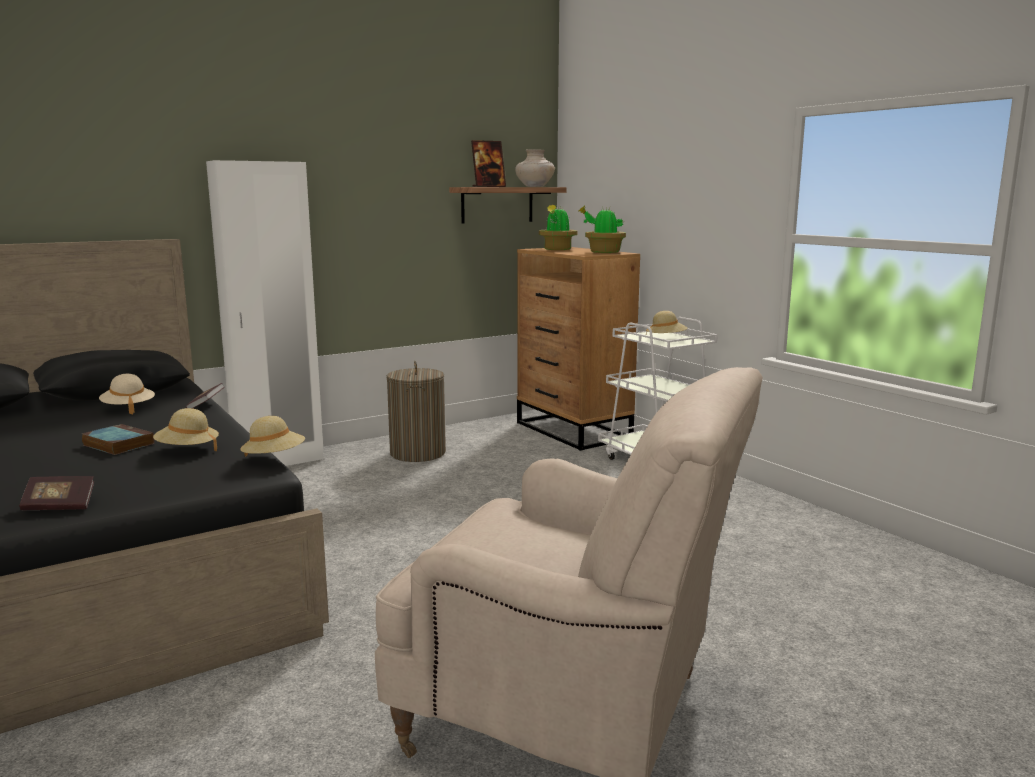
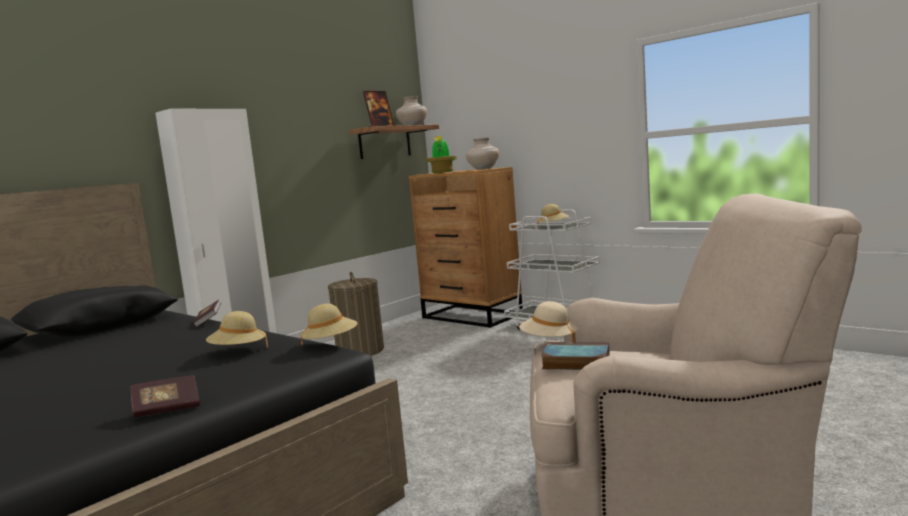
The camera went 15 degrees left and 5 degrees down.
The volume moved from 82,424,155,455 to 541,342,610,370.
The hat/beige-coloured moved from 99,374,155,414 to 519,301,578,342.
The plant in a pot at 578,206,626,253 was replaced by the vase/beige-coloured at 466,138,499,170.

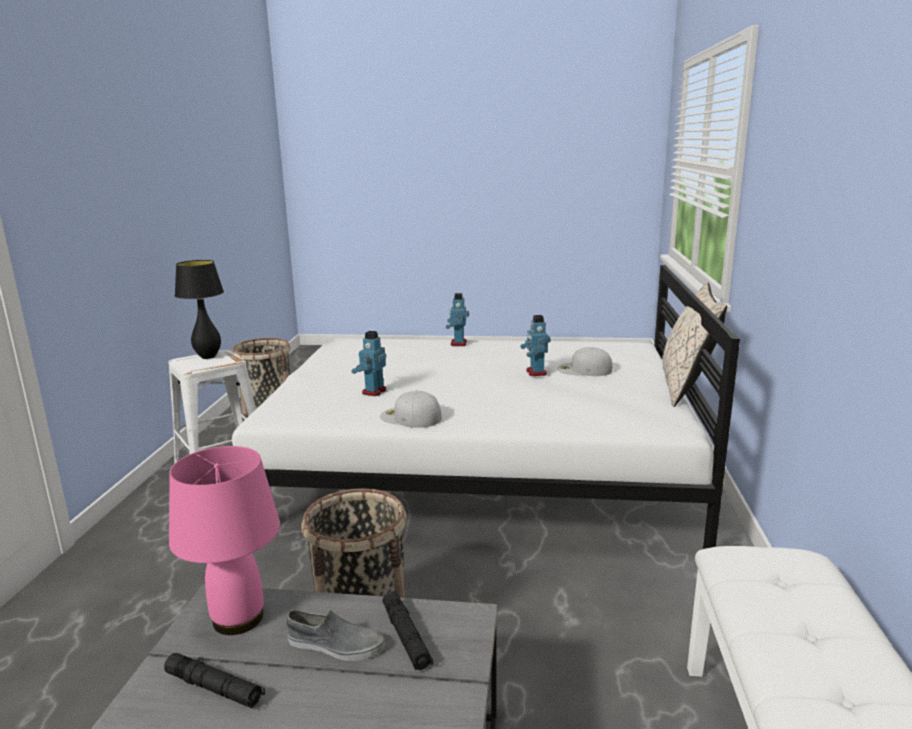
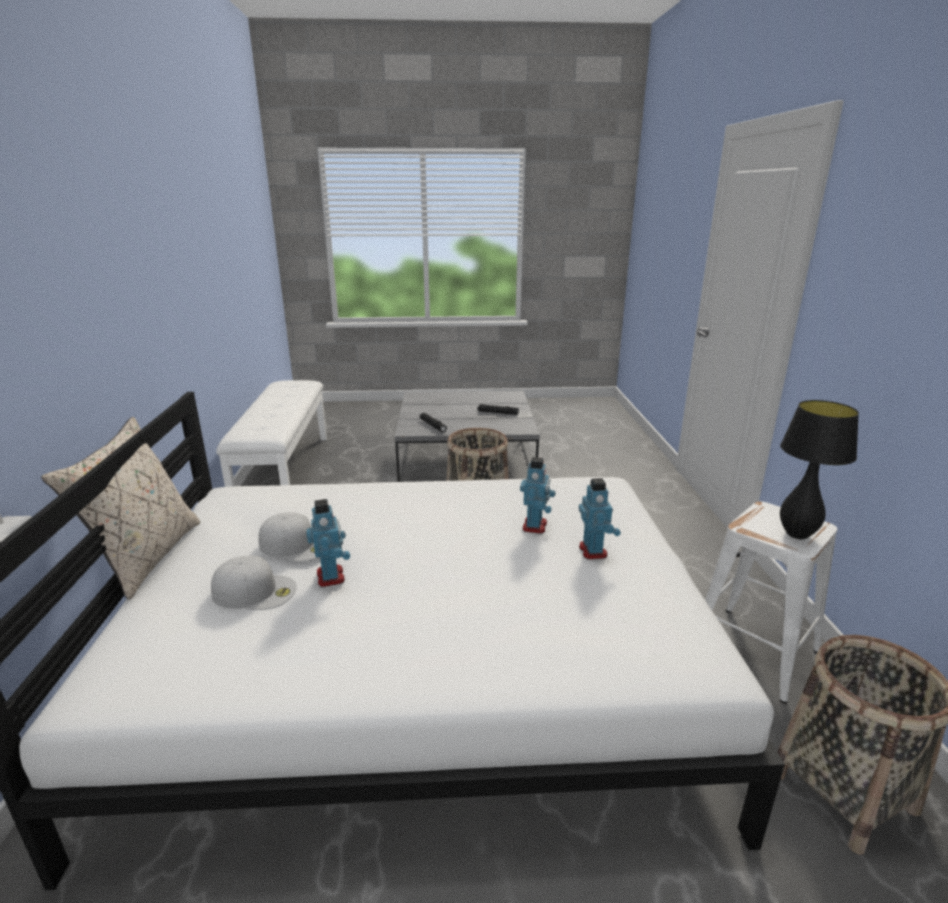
The camera went 170 degrees right and 5 degrees up.
The table lamp/pinkish at 169,446,280,635 disappeared.
The low shoe/greyish at 286,610,385,661 disappeared.
The peaked cap/white moved from 380,391,442,428 to 258,512,316,562.
The toy robot moved from 446,293,469,346 to 579,478,621,559.

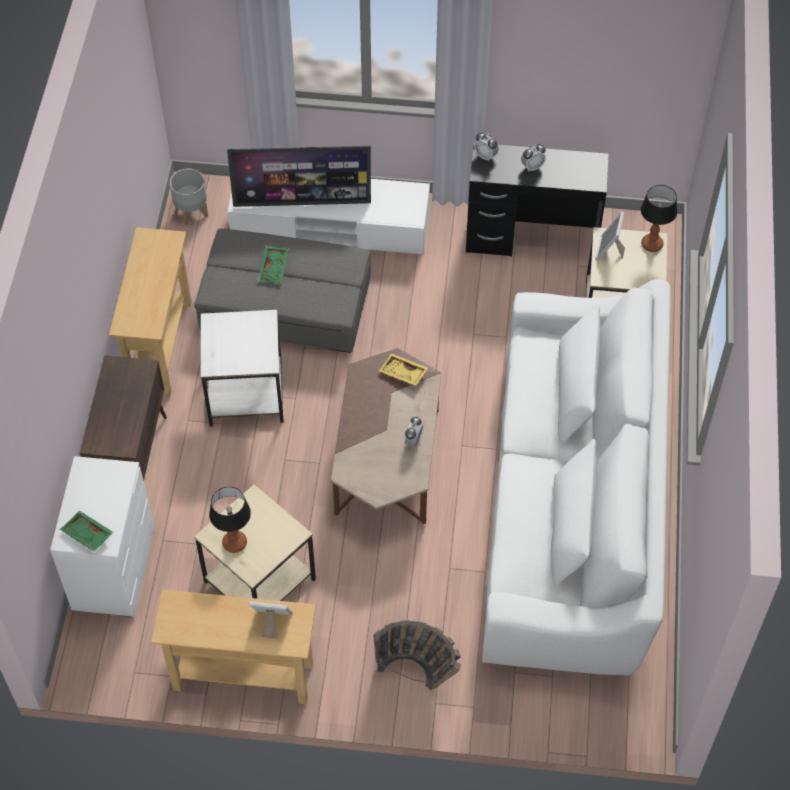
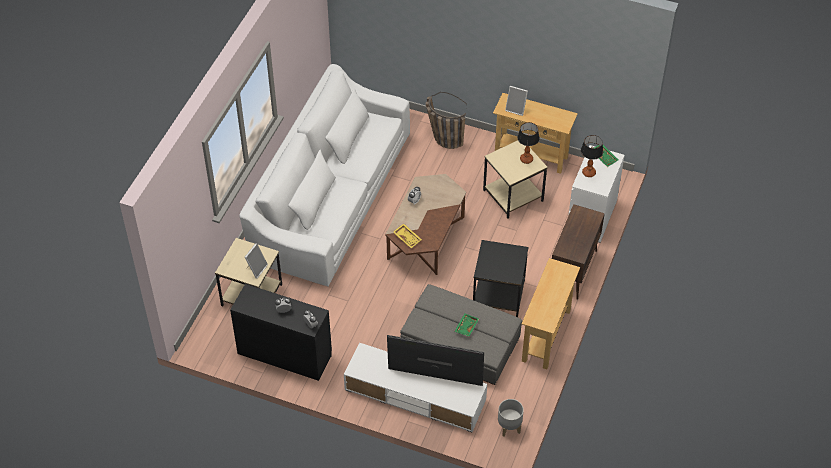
The camera went 165 degrees left and 5 degrees down.
The side table/white at 201,310,284,427 became the side table/blackish at 473,240,528,317.
The table lamp moved from 641,185,677,252 to 581,135,603,177.

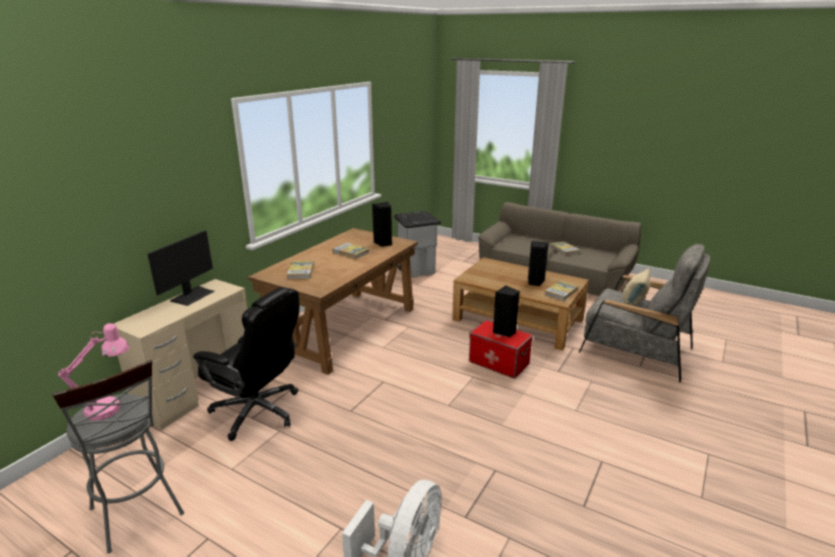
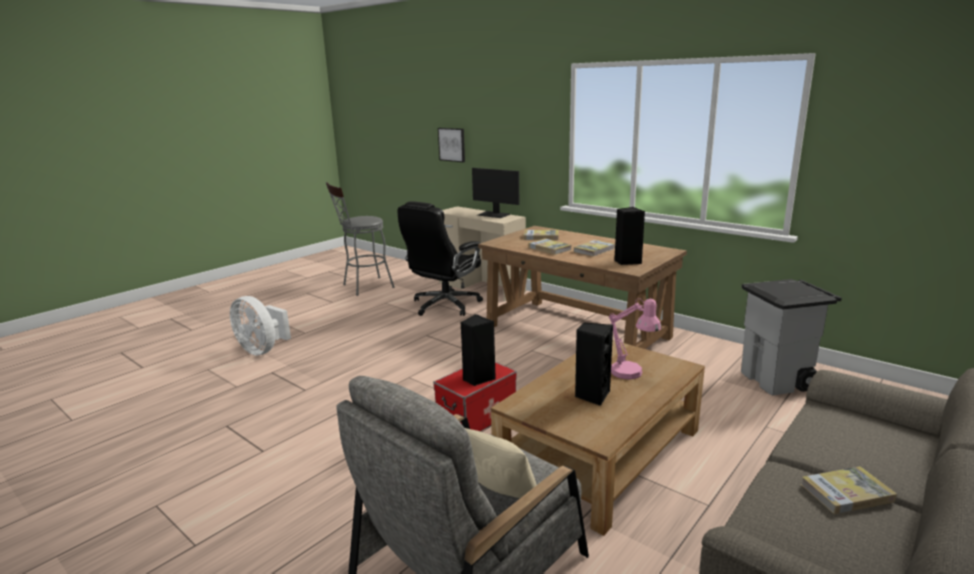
The camera went 100 degrees right and 5 degrees down.
The table lamp/pinkish moved from 58,323,129,421 to 609,298,662,380.
The volume moved from 545,281,578,301 to 528,239,571,255.
The picture at 438,128,465,162 appeared.

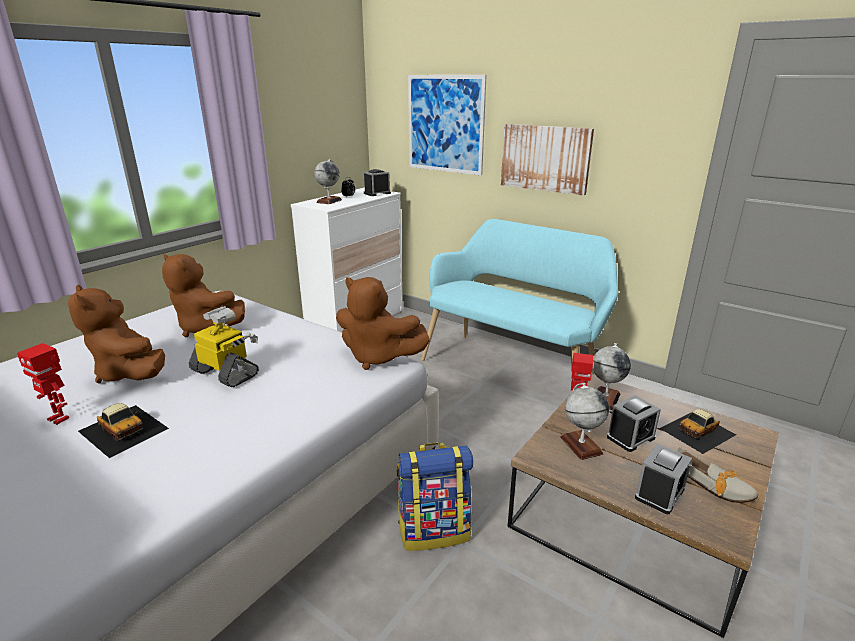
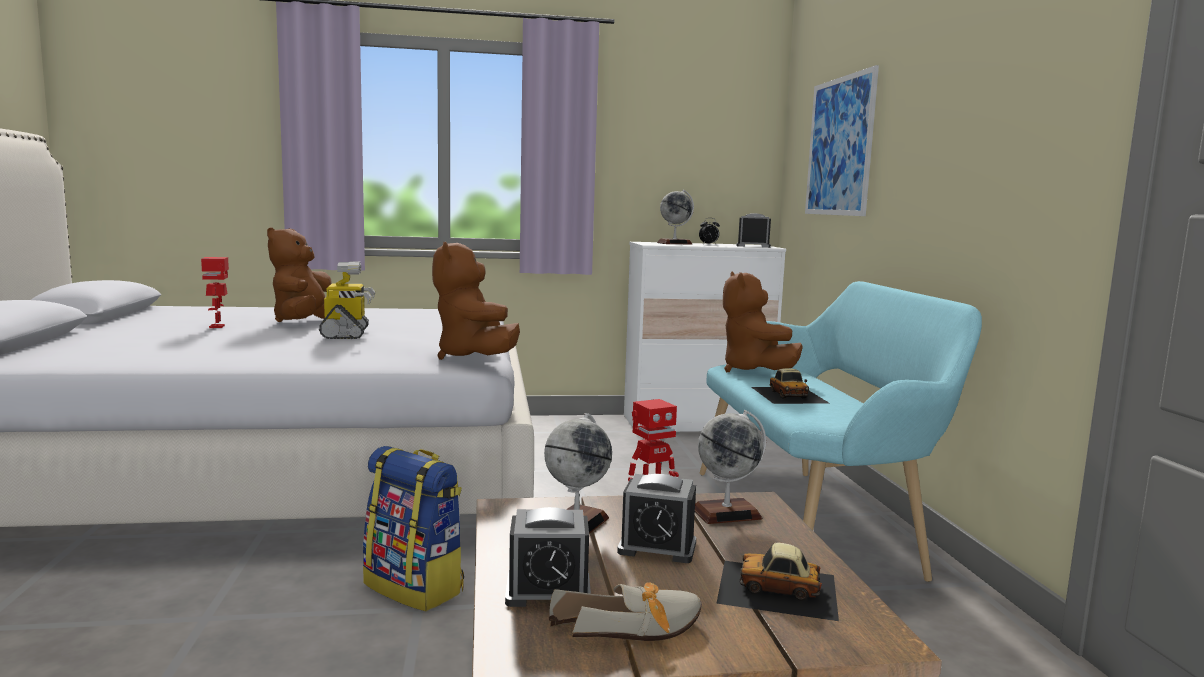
The camera went 45 degrees right and 15 degrees down.
The miniature car moved from 78,403,169,458 to 751,368,830,404.
The soft toy/brownish moved from 162,254,245,337 to 723,271,803,372.
The picture at 501,124,594,196 disappeared.
The low shoe at 677,447,758,503 turned 105 degrees counterclockwise.

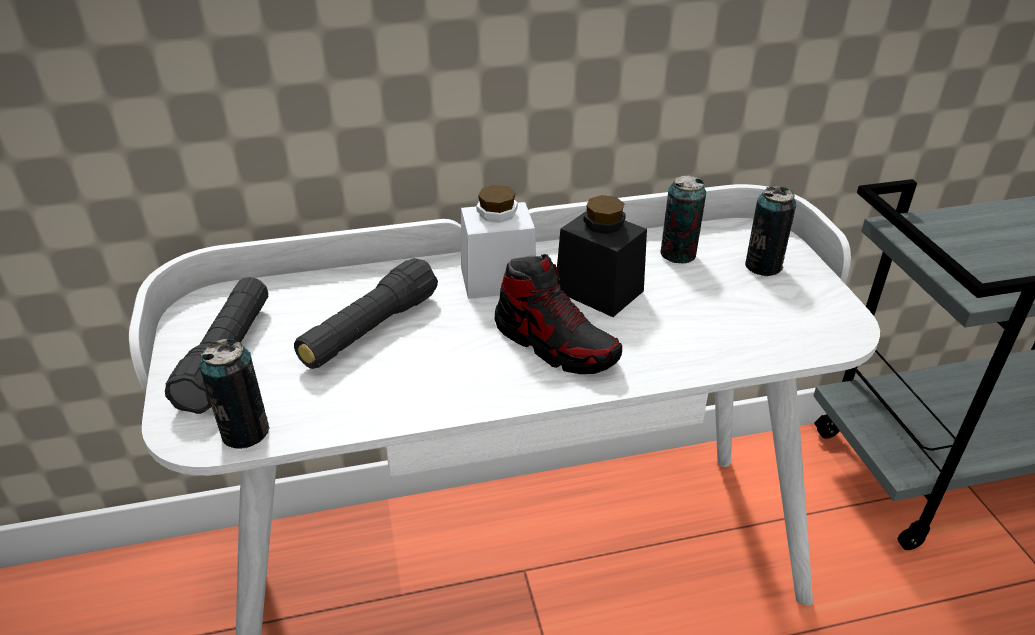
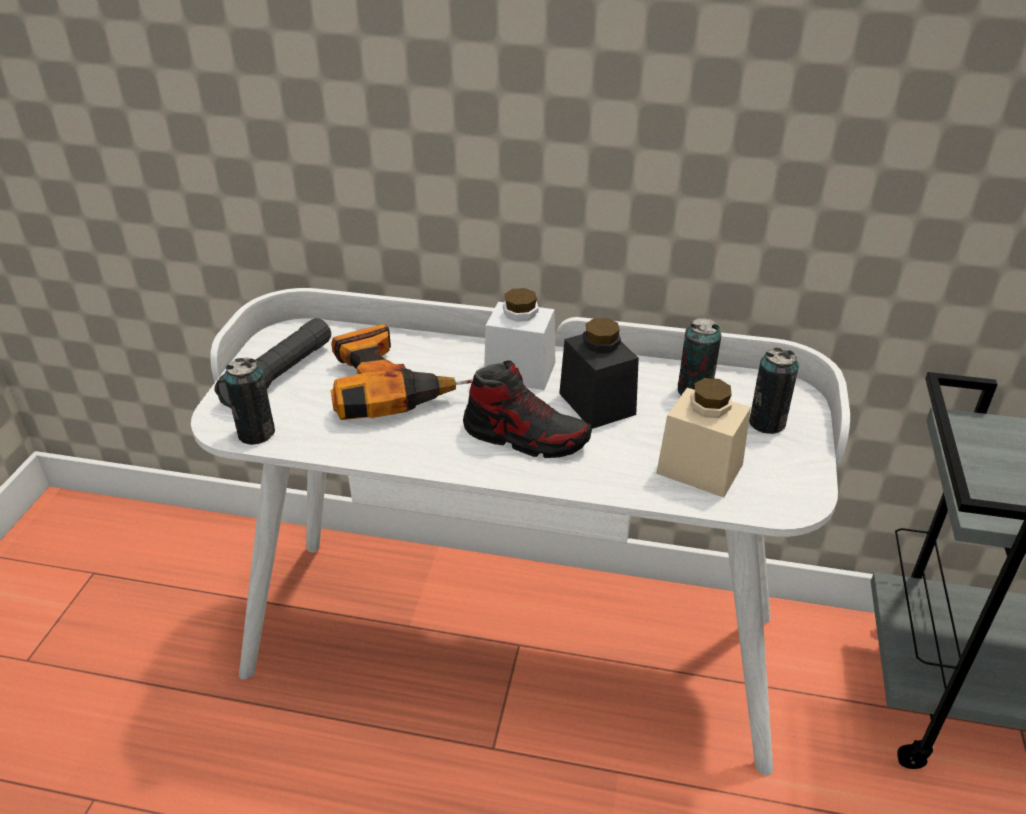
The camera went 25 degrees right and 0 degrees up.
The torch/blackish at 294,258,438,369 was replaced by the power drill at 331,324,473,420.
The low shoe at 495,254,622,374 turned 45 degrees counterclockwise.
The jar/beige-coloured at 656,378,751,497 appeared.

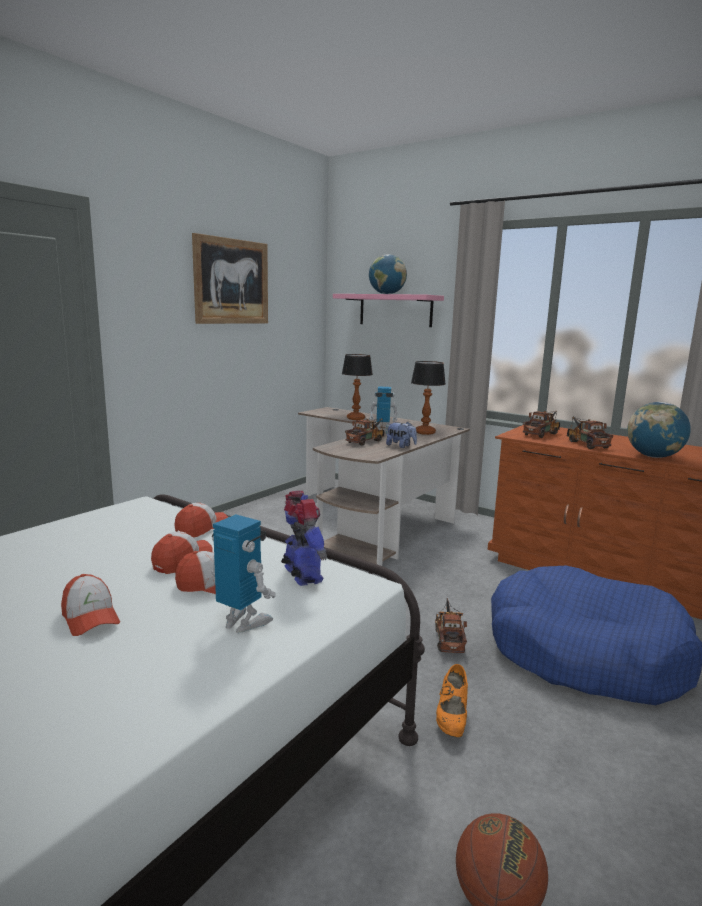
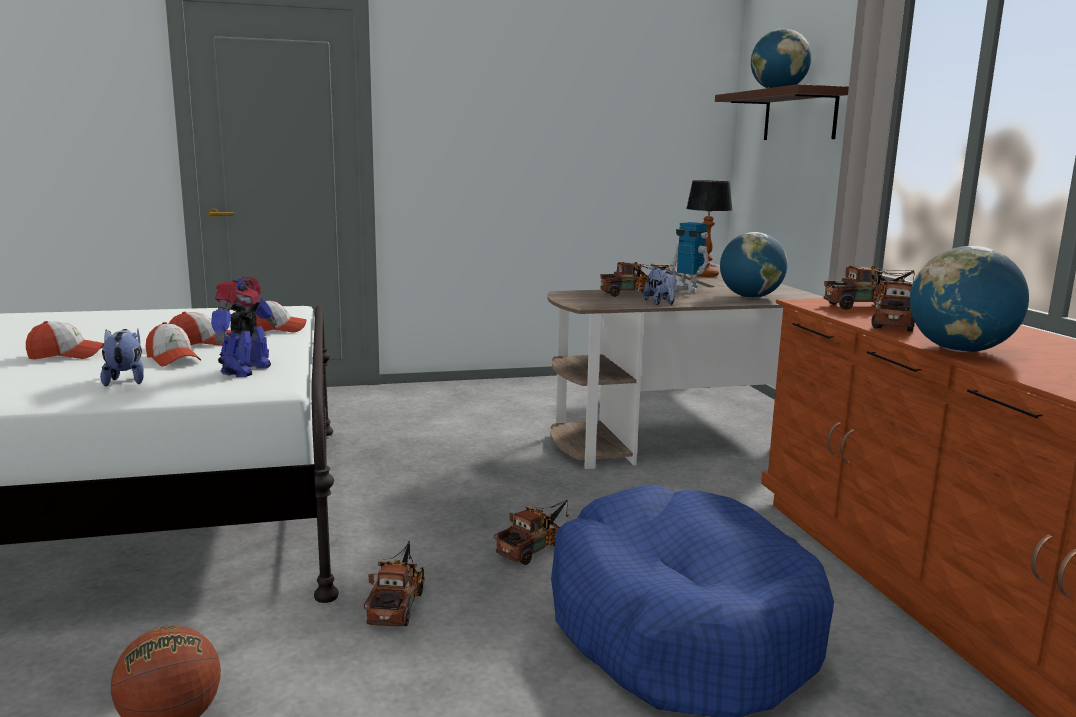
The camera went 40 degrees right and 0 degrees up.
The peaked cap at 61,574,120,636 turned 105 degrees counterclockwise.
The picture at 192,233,268,324 disappeared.
The toy robot at 211,514,276,633 was replaced by the soft toy at 100,329,144,386.
The bracket shelf/pinkish at 333,294,444,327 became the bracket shelf/brownish at 715,84,849,140.
The table lamp at 411,361,446,435 was replaced by the globe at 720,232,787,298.
The low shoe/orange at 436,664,468,737 was replaced by the toy lorry at 364,541,425,626.

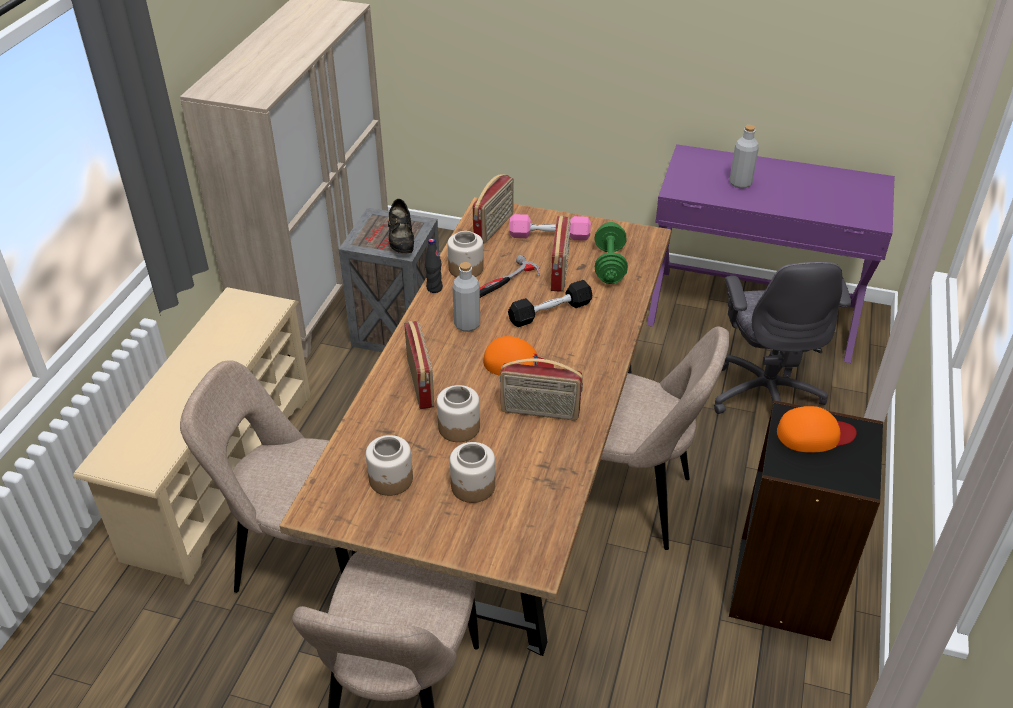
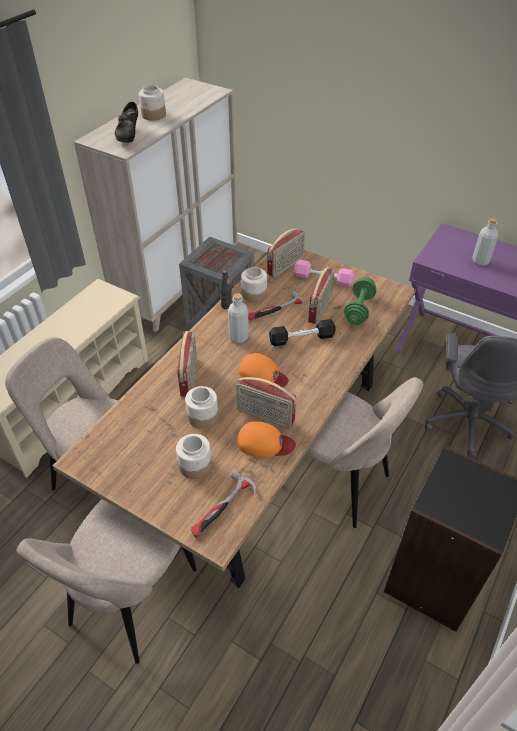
The camera went 15 degrees right and 5 degrees up.
The jar moved from 366,435,413,496 to 139,85,166,120.
The low shoe/blackish moved from 388,199,414,253 to 115,102,138,143.
The peaked cap/orange moved from 777,406,857,453 to 237,421,296,458.
The tool hammer at 191,470,257,538 appeared.

